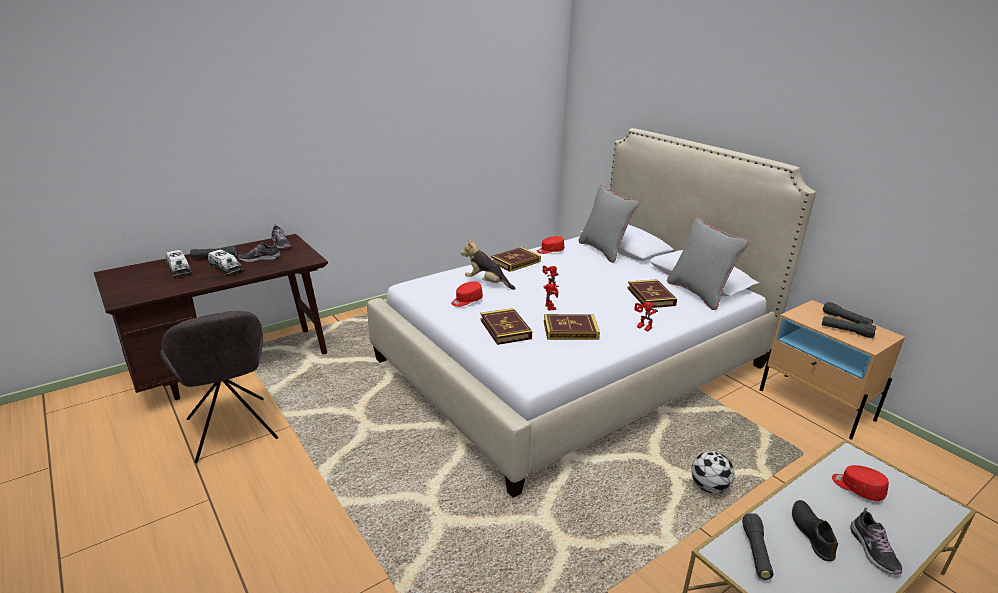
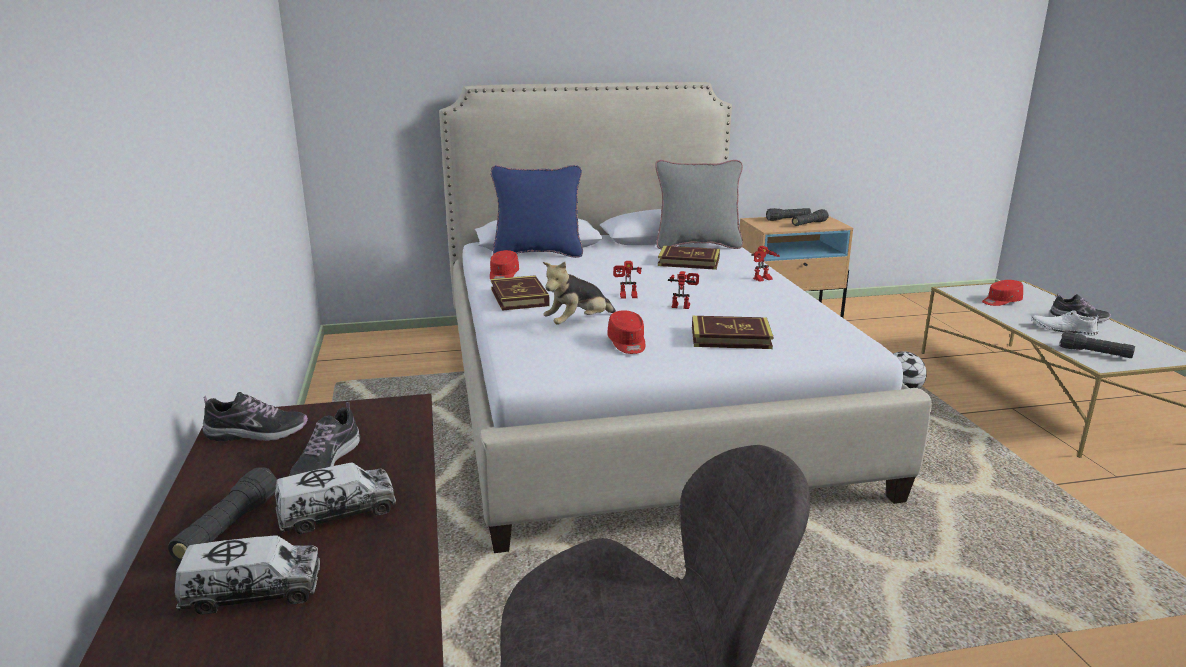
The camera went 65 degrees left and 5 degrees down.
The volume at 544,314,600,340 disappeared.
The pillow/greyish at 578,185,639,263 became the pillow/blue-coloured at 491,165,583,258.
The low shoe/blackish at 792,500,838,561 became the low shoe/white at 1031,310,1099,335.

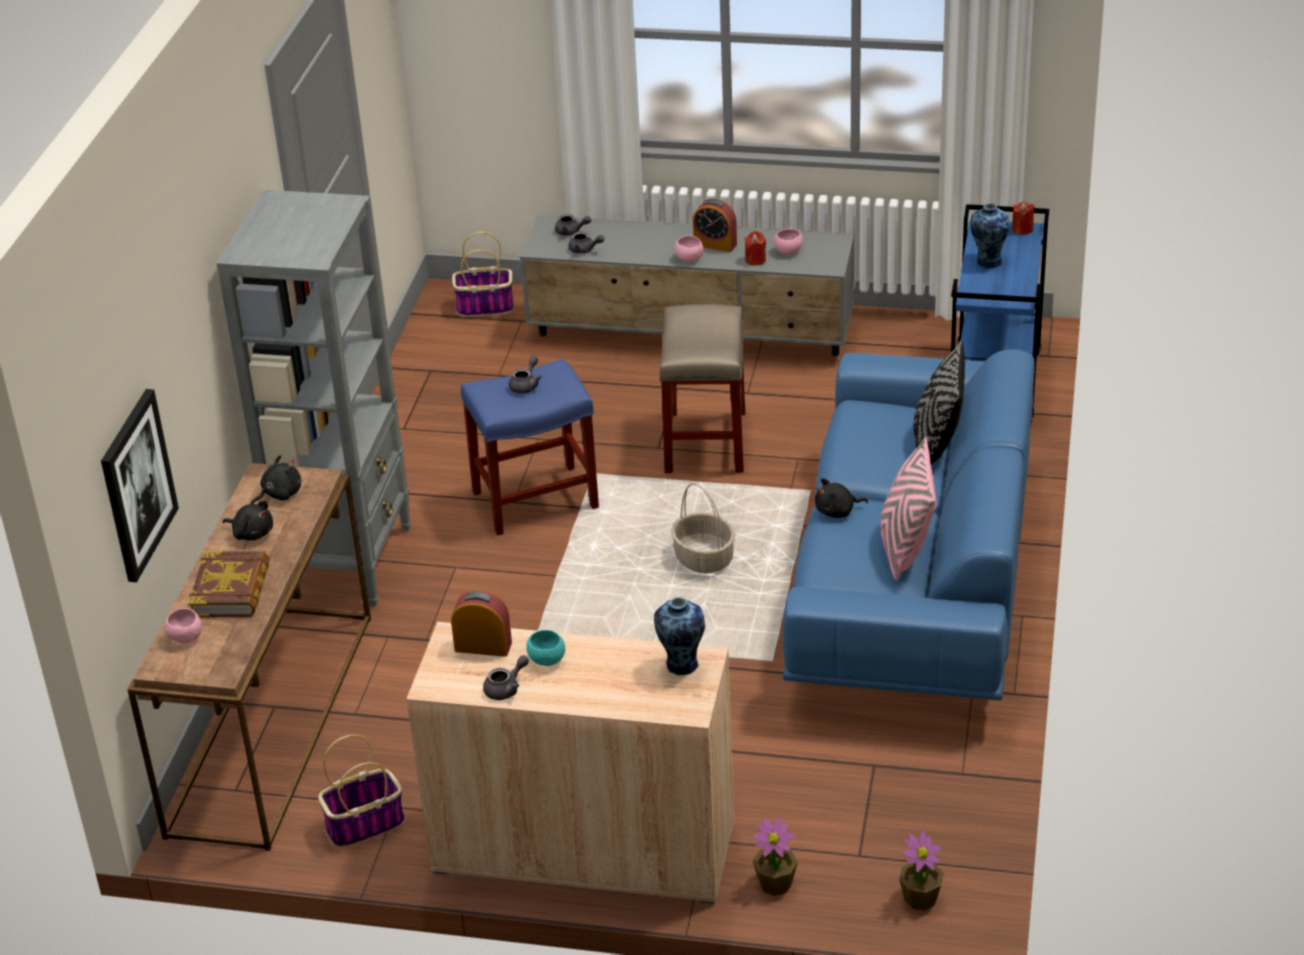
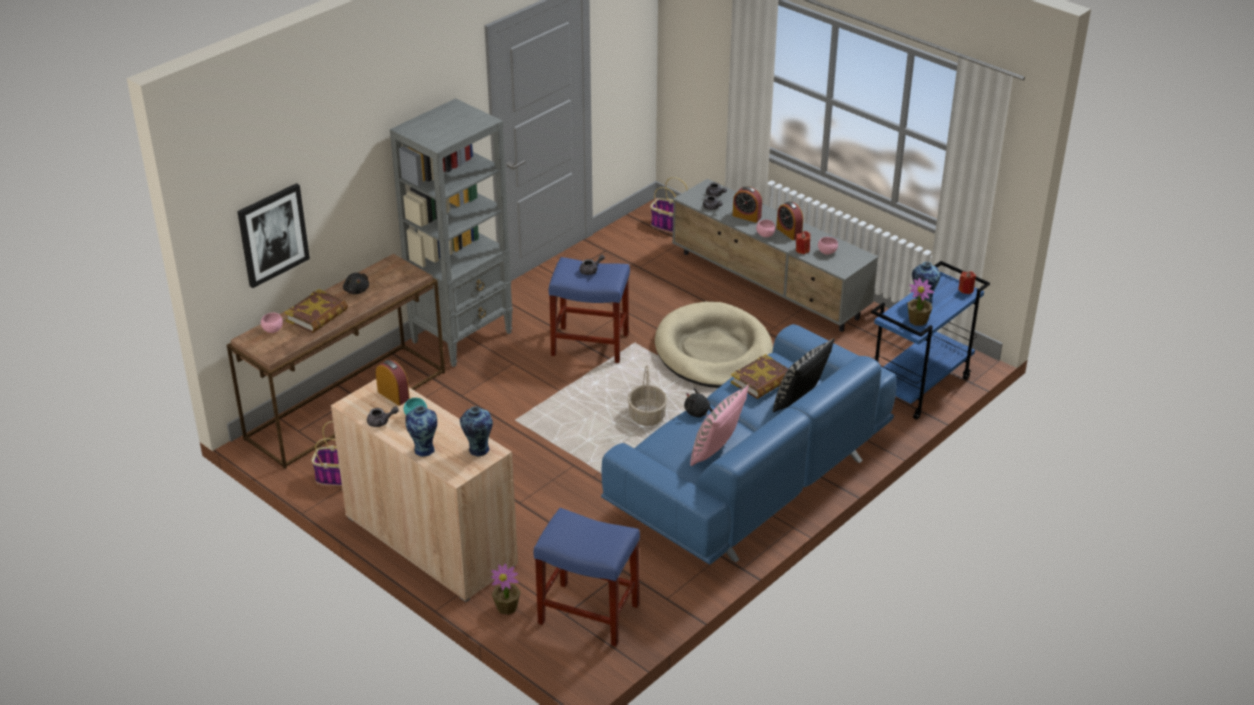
The camera went 30 degrees right and 0 degrees up.
The soft toy/blackish at 251,455,301,504 disappeared.
The sitting stool/beige-coloured at 659,304,745,473 was replaced by the dog bed/beige-coloured at 655,302,773,388.
The plant in a pot moved from 899,830,944,911 to 907,278,934,326.
The vase at 405,405,437,457 appeared.
The sitting stool/blue-coloured at 533,508,640,647 appeared.
The volume at 731,354,788,399 appeared.
The bedside clock at 733,186,762,223 appeared.

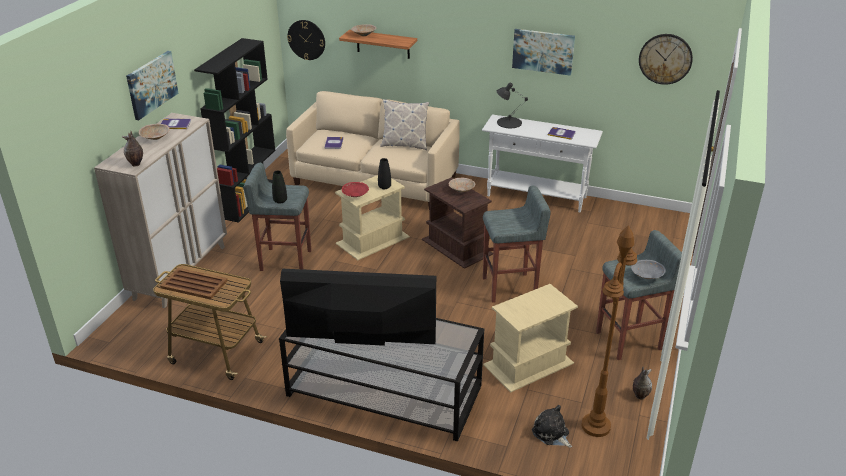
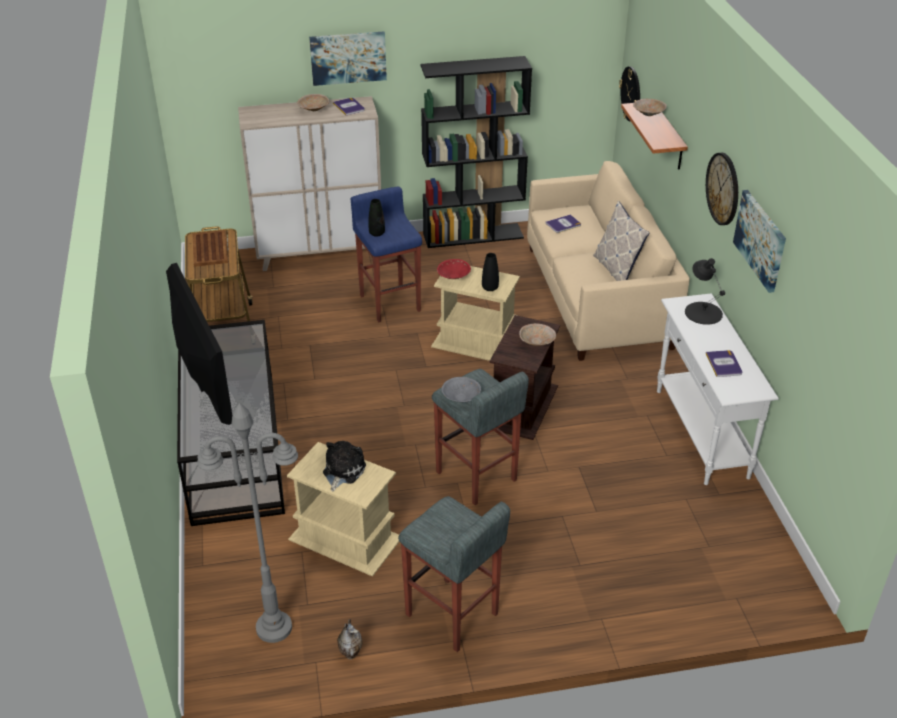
The camera went 60 degrees right and 5 degrees up.
The vase at 122,130,143,167 disappeared.
The sitting stool/greyish at 244,163,311,271 became the sitting stool/blue-coloured at 350,187,422,322.
The soft toy moved from 532,405,572,448 to 323,441,366,492.
The floor lamp/brownish at 582,226,637,437 became the floor lamp/greyish at 197,403,298,643.
The bowl/greyish moved from 631,260,666,279 to 441,377,481,402.
The hanging clock moved from 639,34,693,85 to 706,153,738,225.

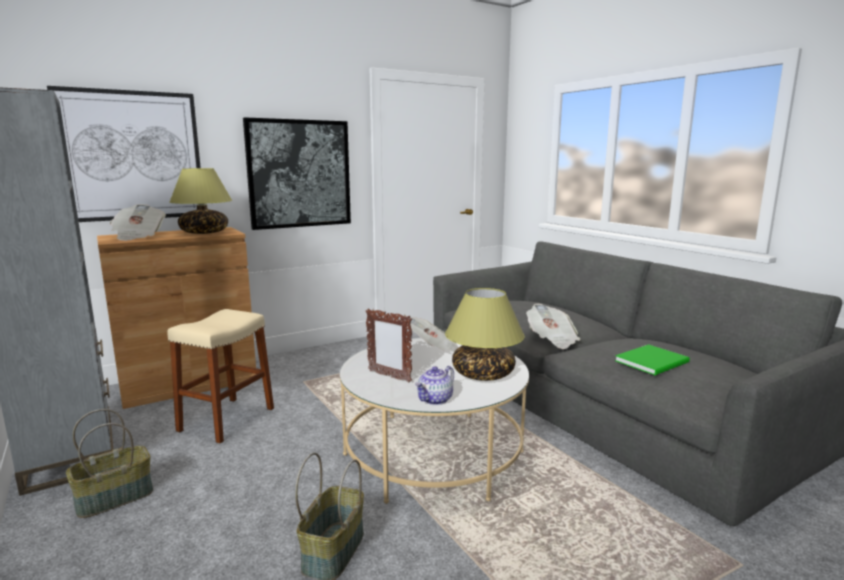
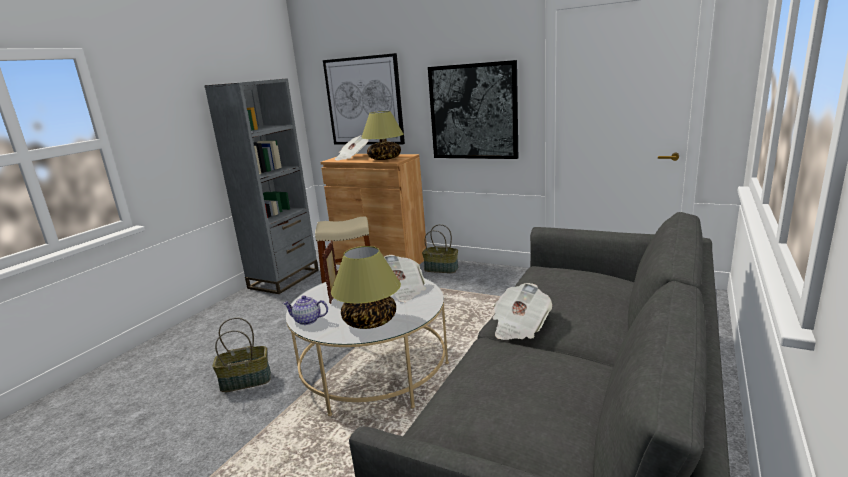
The camera went 60 degrees right and 5 degrees up.
The household basket moved from 66,409,153,518 to 422,224,458,273.
The volume/greenish at 615,344,690,375 disappeared.

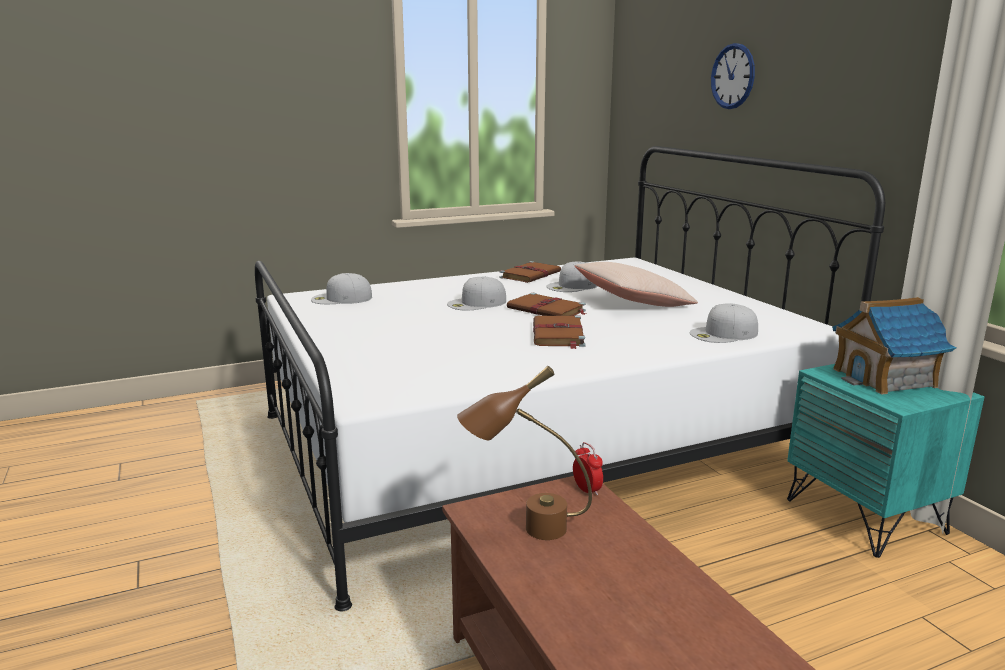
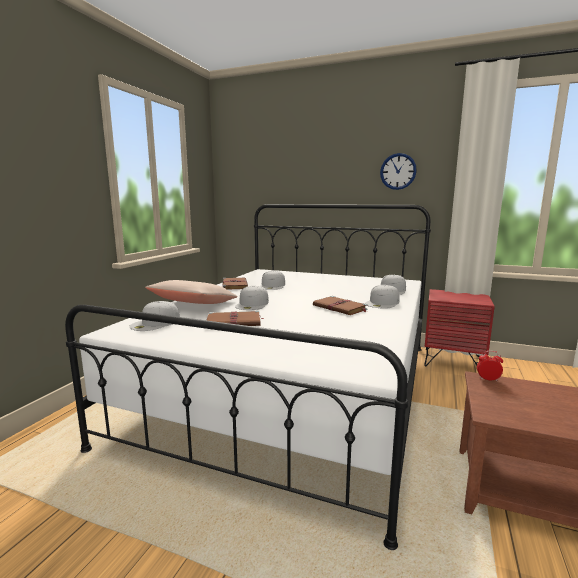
The camera went 45 degrees left and 5 degrees down.
The table lamp/brownish at 457,366,592,540 disappeared.
The volume/brownish moved from 507,293,586,316 to 207,311,263,326.
The pillow/beige-coloured moved from 575,262,698,307 to 145,280,238,304.
The hanging clock moved from 711,43,755,109 to 380,153,417,190.
The bedside table/blue-green at 787,364,985,558 became the bedside table/red-coloured at 424,289,495,366.
The miniature house at 832,297,957,395 disappeared.
The peaked cap/white at 365,285,400,309 appeared.

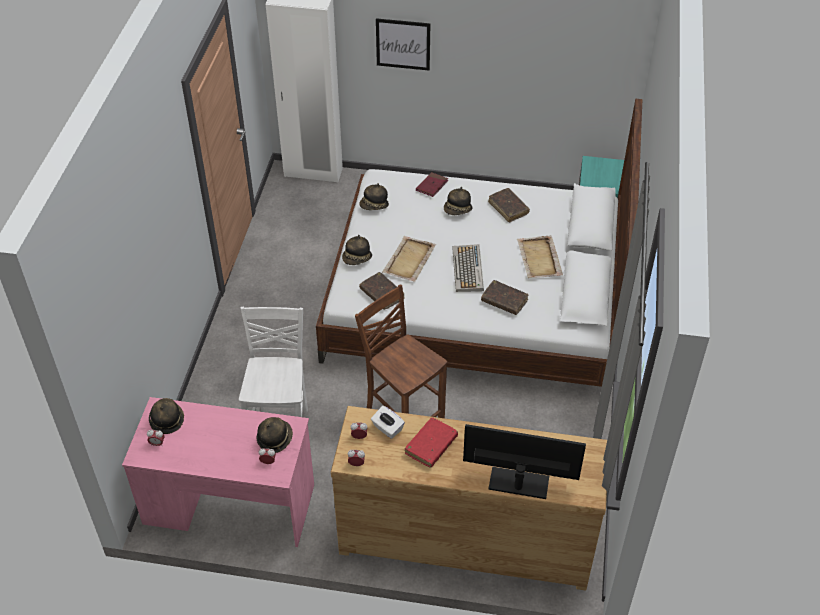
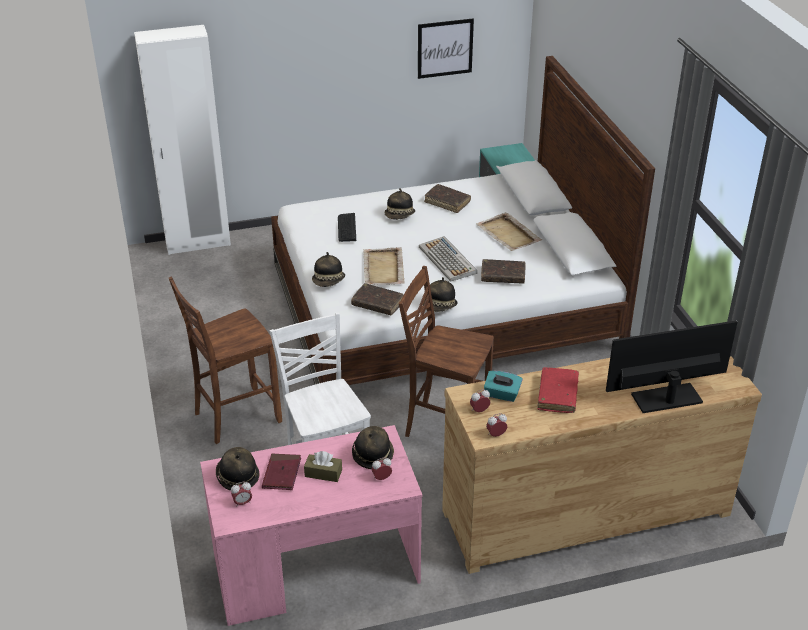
The camera went 25 degrees left and 10 degrees down.
The hat moved from 359,183,389,210 to 423,277,457,312.
The tissue box/white at 371,406,405,439 became the tissue box/blue-green at 484,371,523,402.
The picture moved from 376,18,430,71 to 418,19,474,79.
The volume/red-coloured moved from 416,172,448,197 to 262,453,301,490.
The chair/brownish at 169,277,282,444 appeared.
The tissue box/brownish at 304,451,342,482 appeared.
The PC keyboard at 338,213,356,242 appeared.

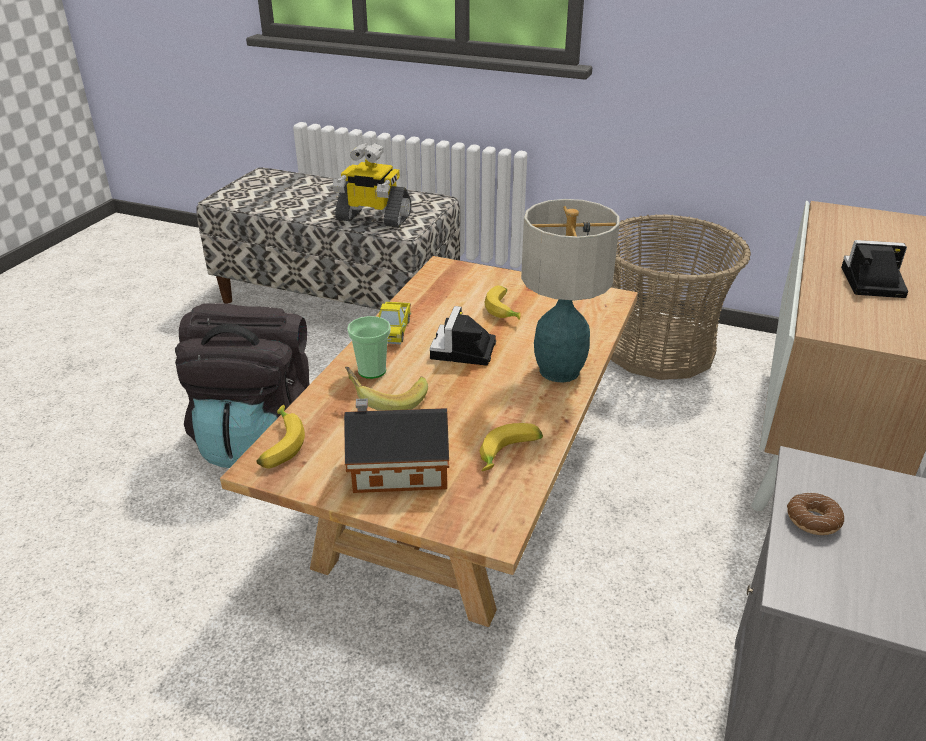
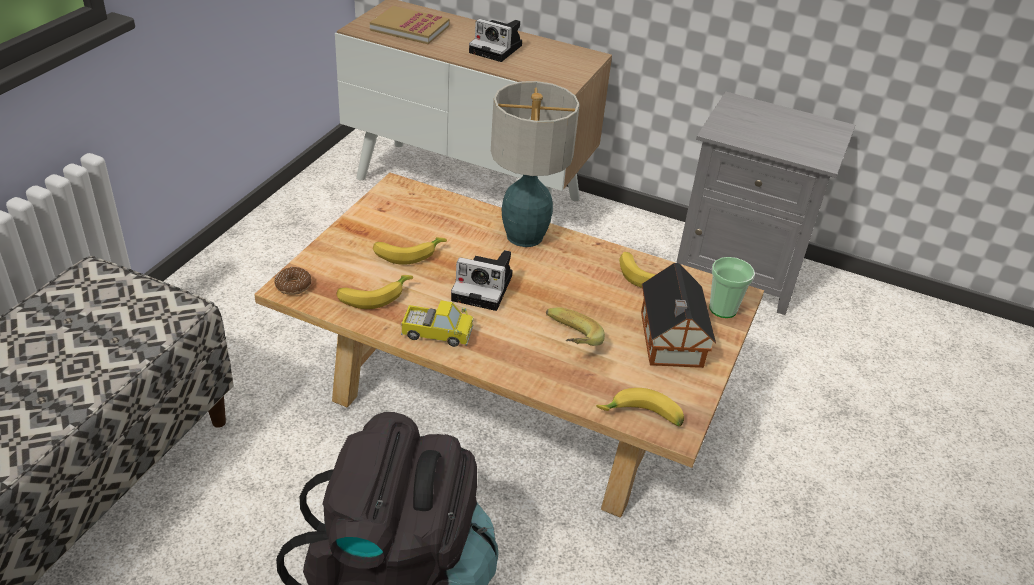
The camera went 90 degrees left and 5 degrees up.
The toy robot at 332,142,412,228 disappeared.
The small cup moved from 347,316,391,379 to 709,257,755,318.
The household basket at 610,214,751,380 disappeared.
The doughnut moved from 787,492,844,535 to 274,267,312,295.
The photo camera at 841,240,908,298 turned 75 degrees counterclockwise.
The banana at 337,275,413,309 appeared.
The volume at 370,6,450,44 appeared.

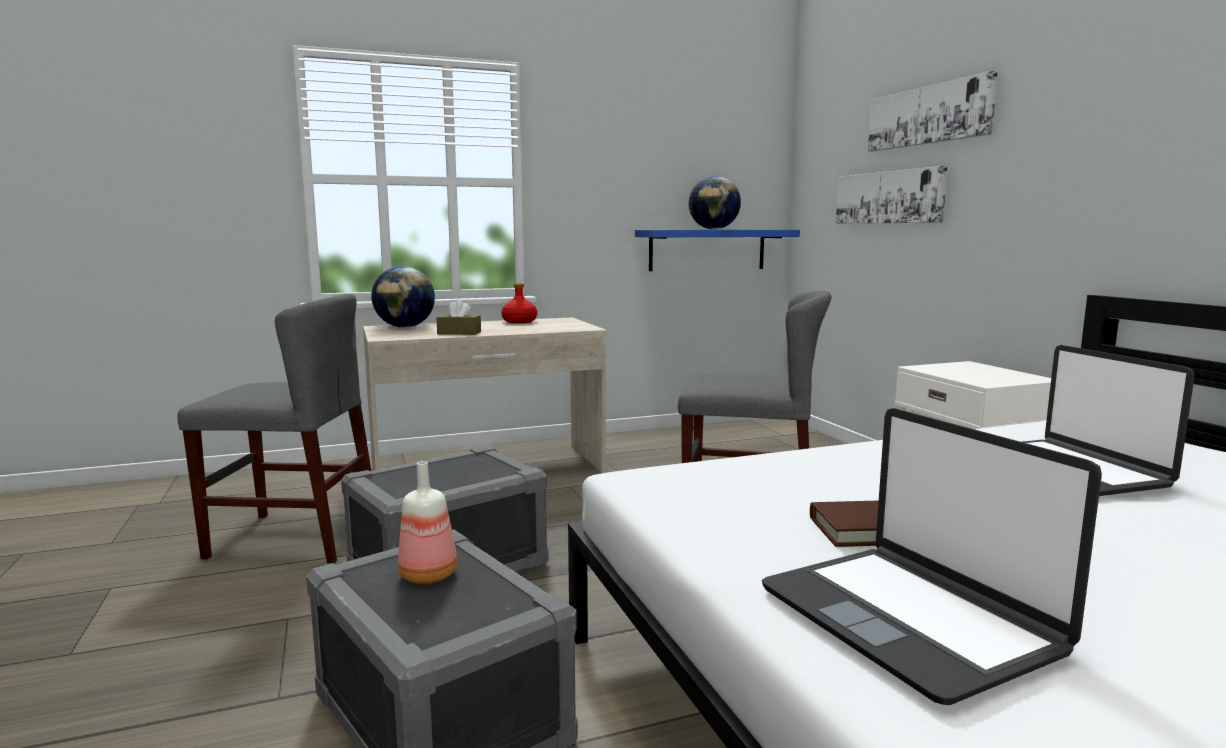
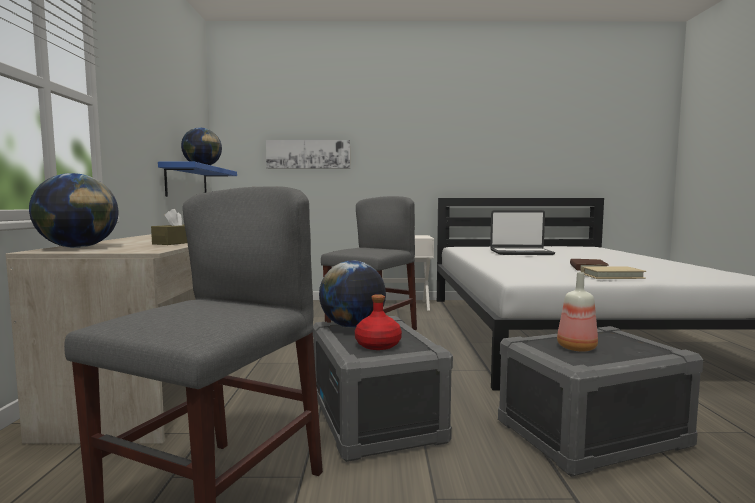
The camera went 70 degrees left and 5 degrees down.
The bottle/red-coloured moved from 501,283,537,324 to 355,294,402,350.
The laptop at 762,408,1102,705 disappeared.
The picture at 868,71,998,152 disappeared.
The globe at 319,261,386,328 appeared.
The volume/beige-coloured at 581,266,646,279 appeared.

